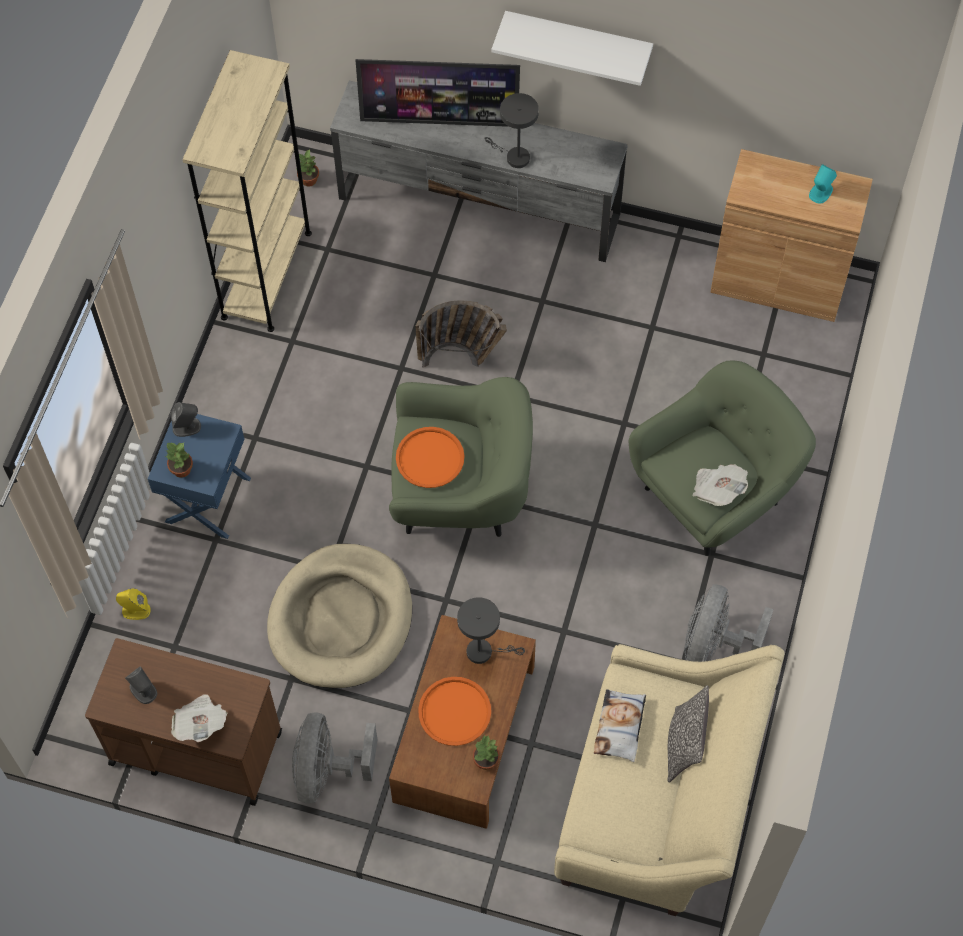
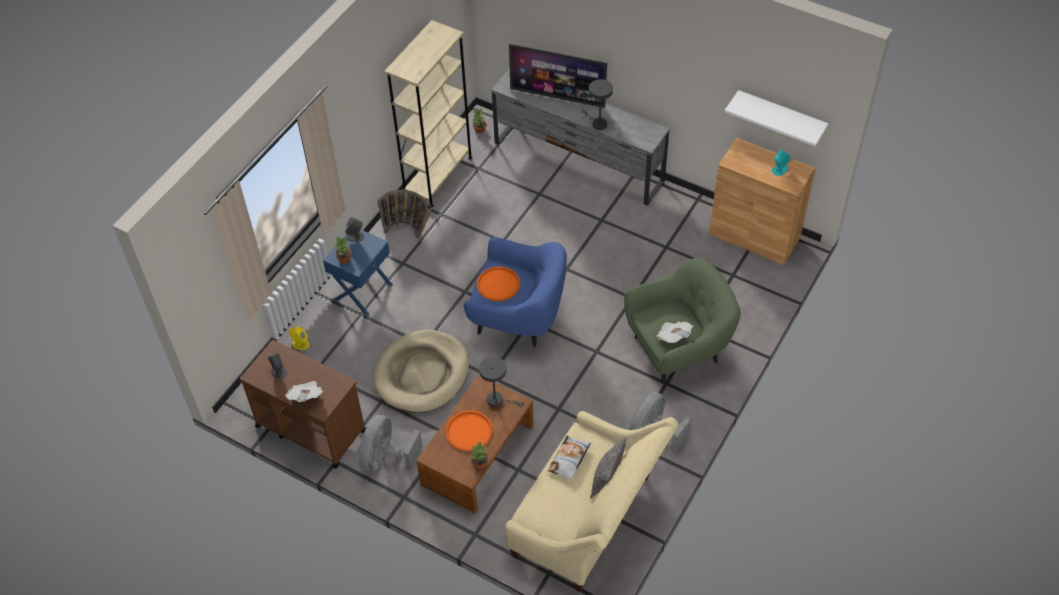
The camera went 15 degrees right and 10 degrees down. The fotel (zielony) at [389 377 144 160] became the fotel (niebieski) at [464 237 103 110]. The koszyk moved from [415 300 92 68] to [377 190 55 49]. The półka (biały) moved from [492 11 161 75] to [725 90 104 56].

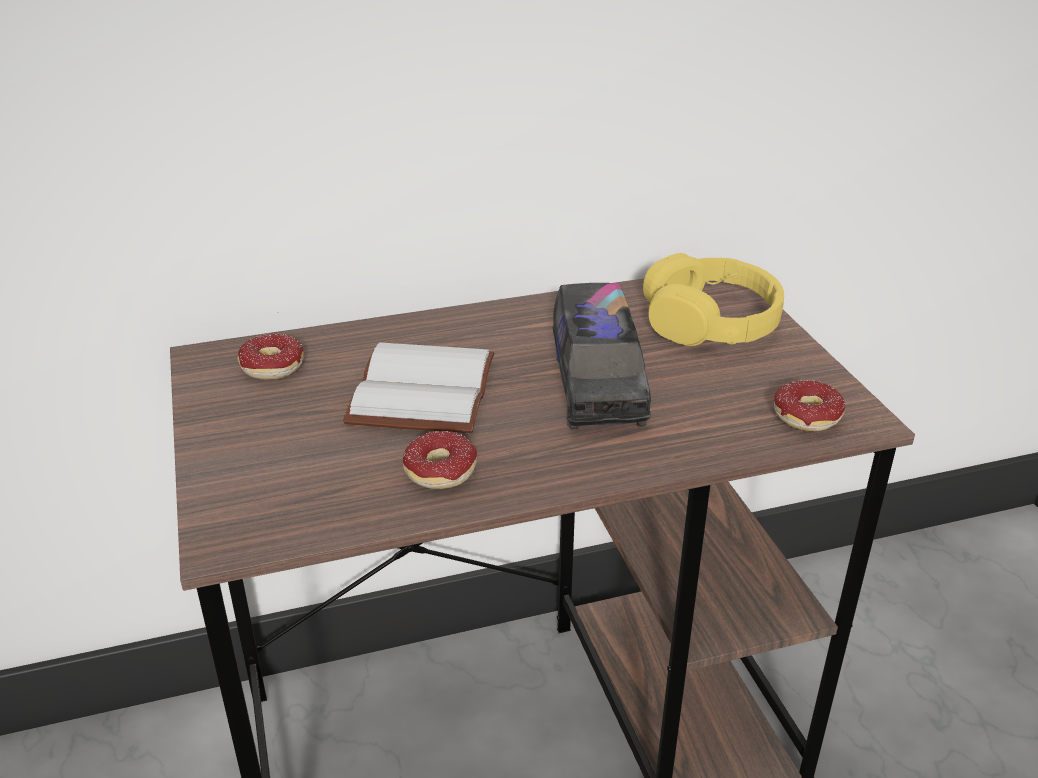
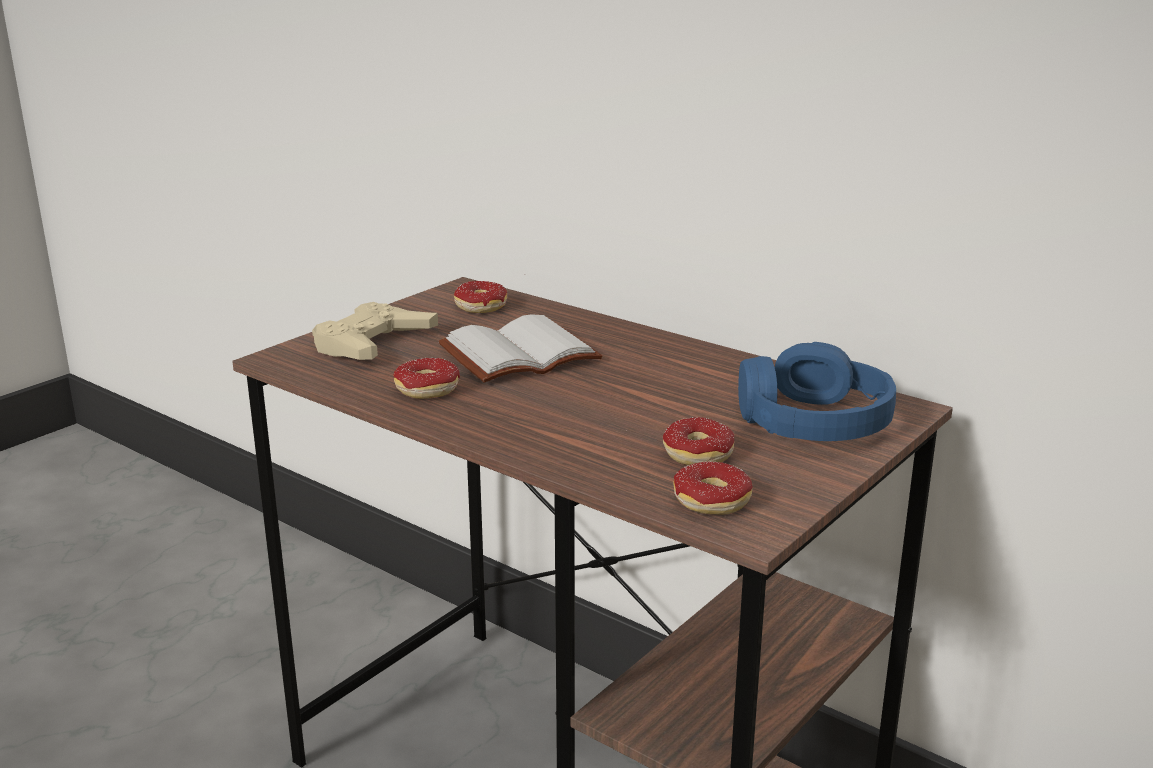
The camera went 55 degrees right and 10 degrees down. The ciężarówka zabawkowa at [552 283 99 146] disappeared. The słuchawki (żółty) at [643 253 141 93] became the słuchawki (niebieski) at [738 342 158 99]. The pad do gier (beżowy) at [312 302 126 58] appeared. The donut at [627 417 107 48] appeared.

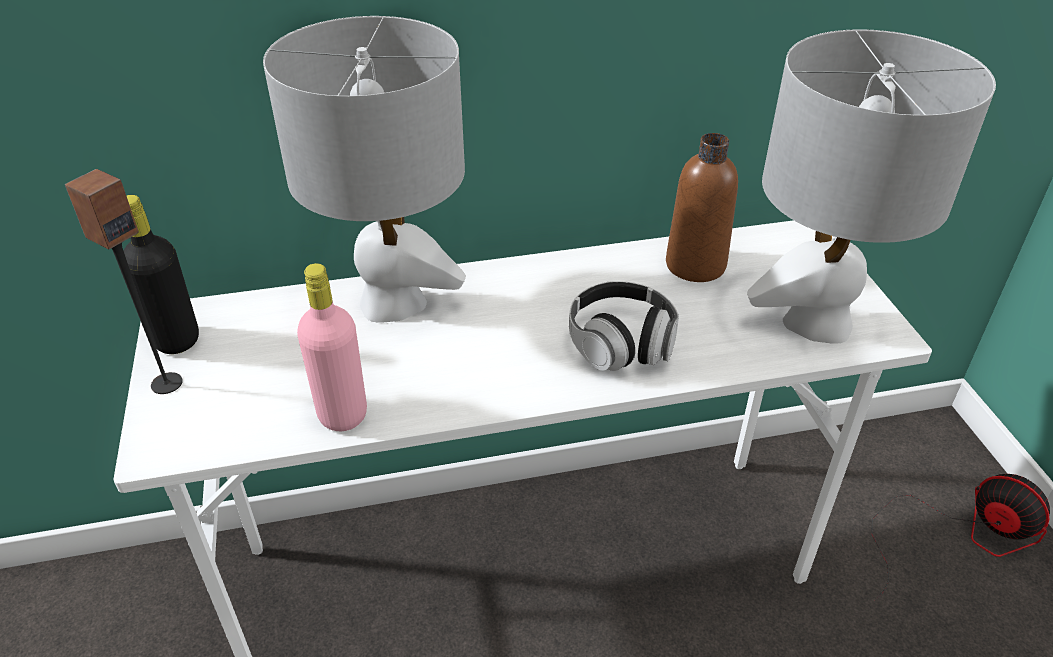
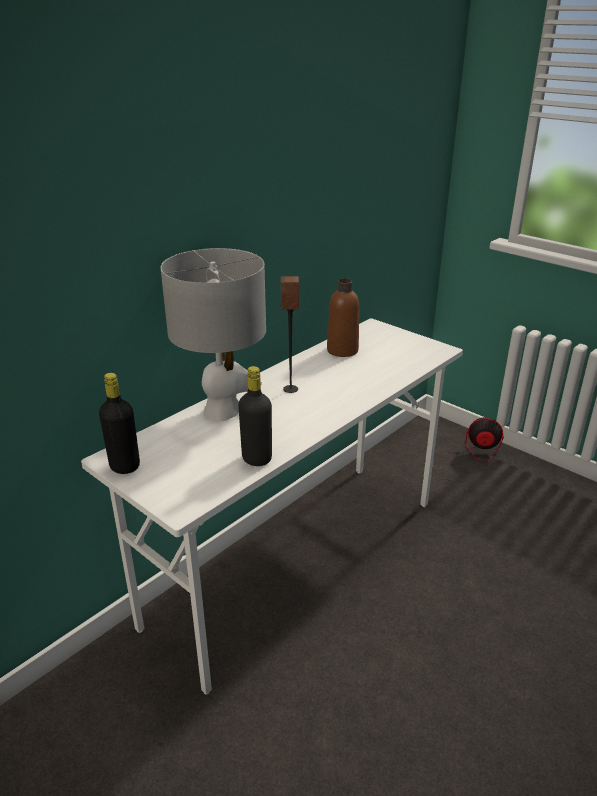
The camera went 35 degrees left and 10 degrees down. The głośnik moved from [65 169 118 225] to [281 276 18 117]. The butelka (różowy) at [297 263 70 168] became the butelka (czarny) at [238 366 34 100]. The słuchawki at [569 281 110 90] disappeared. The lampa stołowa (szary) at [747 29 249 315] disappeared.

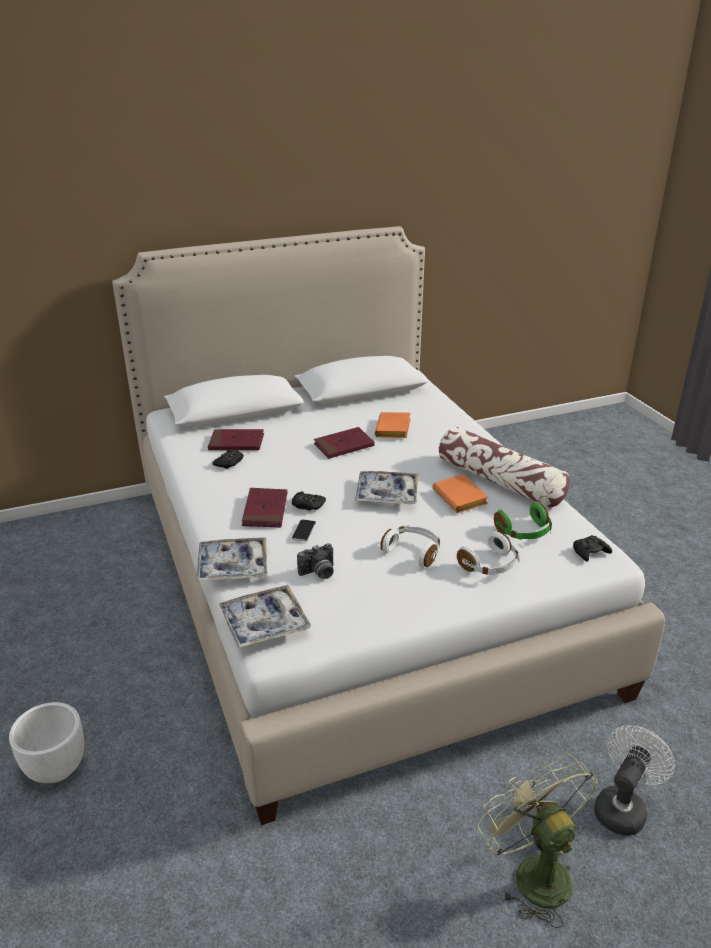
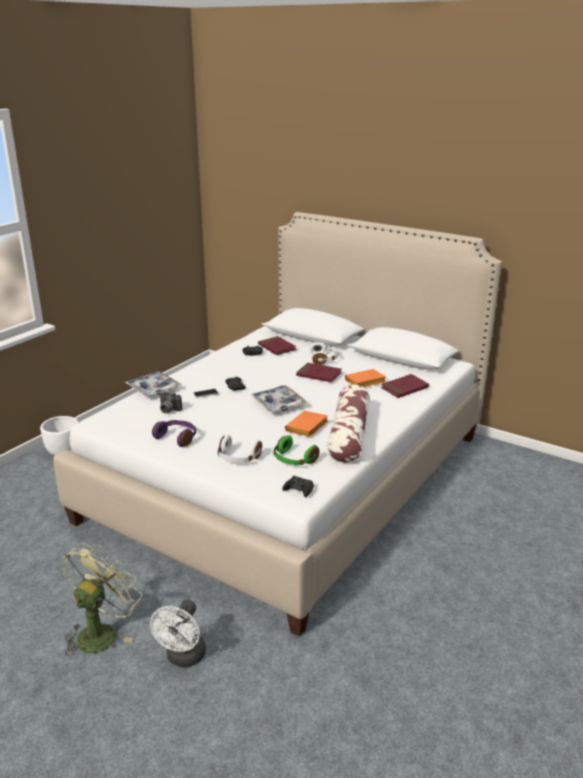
The camera went 55 degrees right and 5 degrees down. The taca at [219 585 92 63] disappeared. The książka (czerwony) moved from [242 488 45 40] to [381 374 48 24]. The słuchawki (biały) moved from [380 525 60 42] to [310 342 28 23]. The wentylator (biały) at [594 725 81 111] turned 105 degrees clockwise. The słuchawki (fioletowy) at [152 420 44 27] appeared.

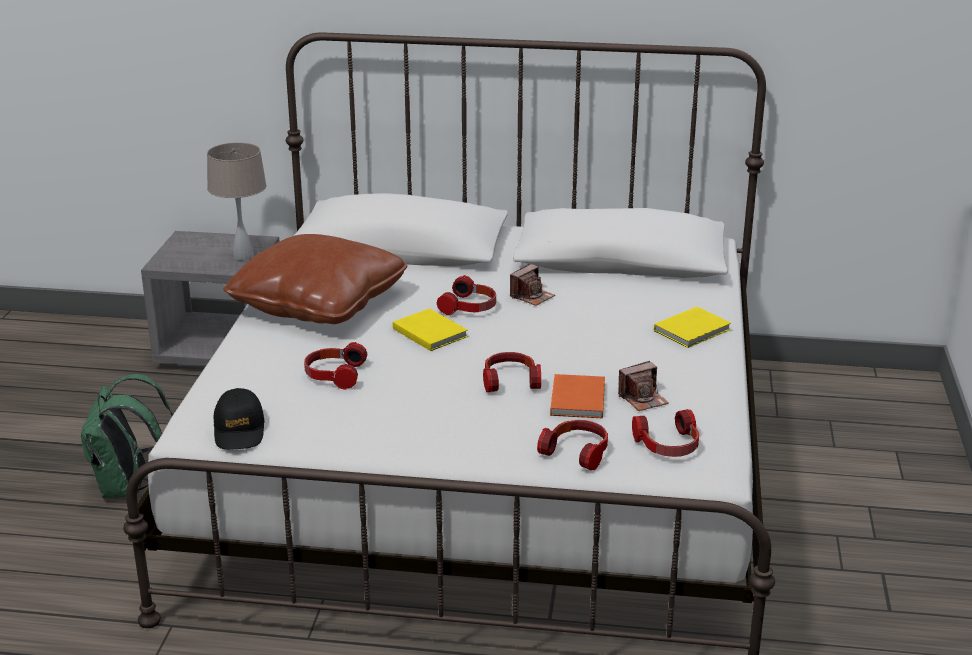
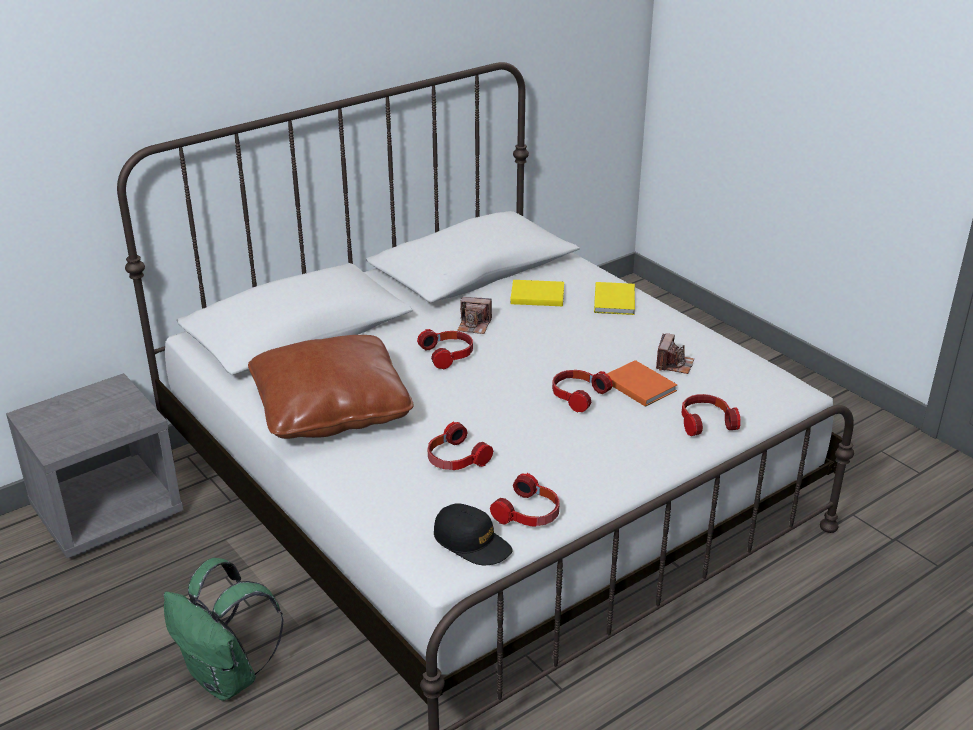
The camera went 45 degrees left and 5 degrees up. The lampa stołowa (beżowy) at [207 142 60 119] disappeared. The książka (żółty) moved from [393 308 75 43] to [510 280 54 26]. The aparat fotograficzny at [510 264 45 42] turned 105 degrees clockwise. The słuchawki moved from [632 409 67 48] to [490 473 70 54].

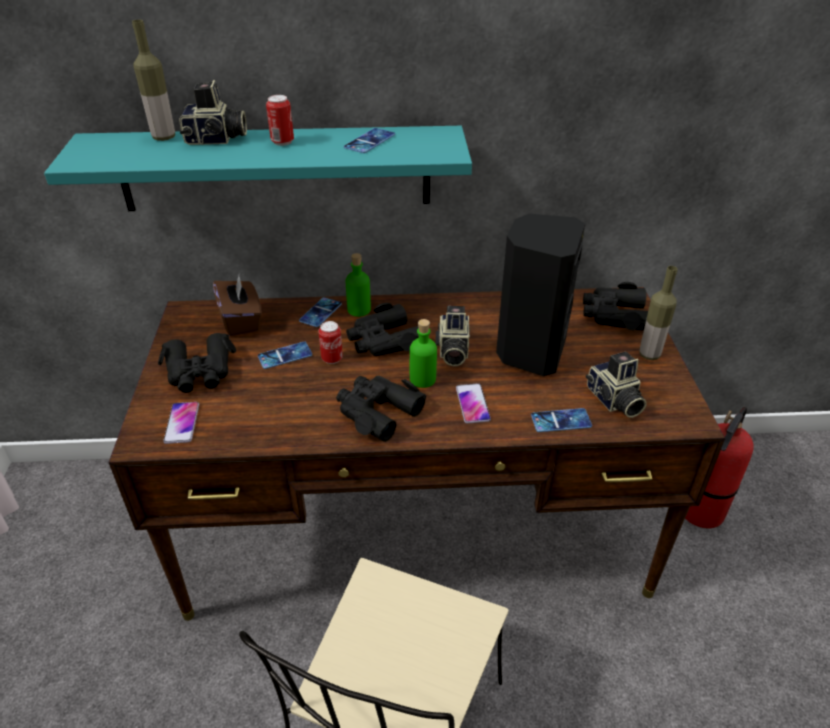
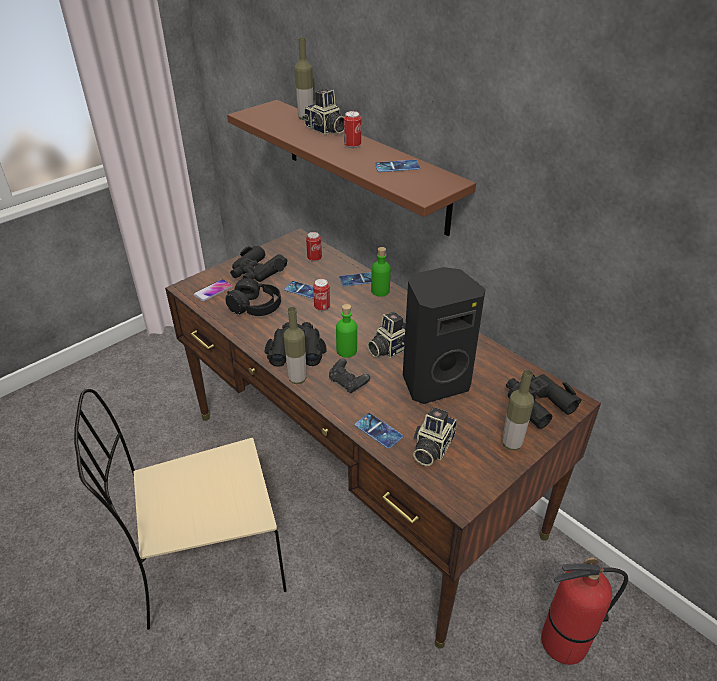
The camera went 50 degrees right and 0 degrees up. The półka (turkusowy) at [44 126 428 85] became the półka (brązowy) at [227 100 249 136]. The pudełko chusteczek (brązowy) at [213 276 49 60] was replaced by the puszka at [306 232 16 30]. The lornetka (czarny) at [346 303 73 53] disappeared. The telefon at [456 383 35 41] was replaced by the pad do gier (czarny) at [329 359 41 35]. The słuchawki (czarny) at [225 278 56 38] appeared. The butelka at [283 307 24 77] appeared.

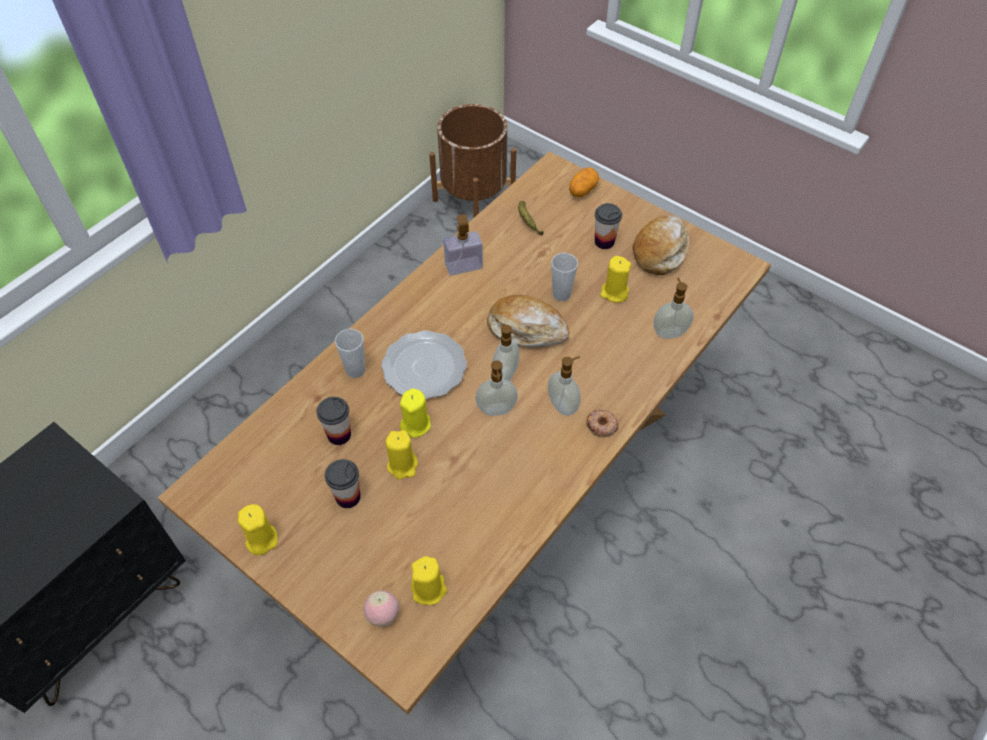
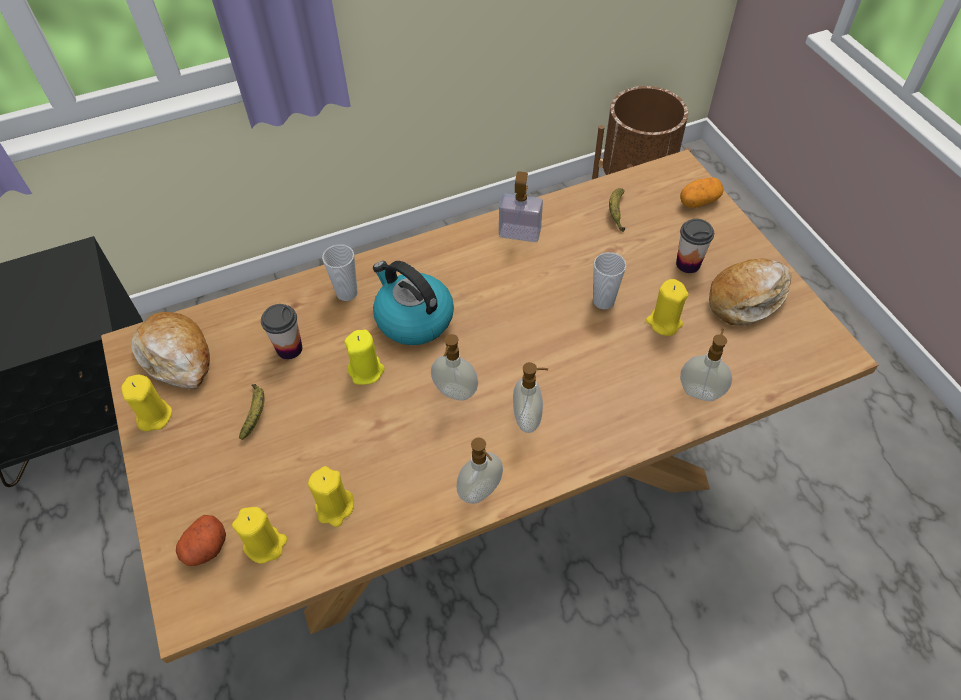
The camera went 30 degrees right and 0 degrees up. The filiżanka at [325 459 35 49] was replaced by the banan at [239 384 25 56]. The jabłko at [363 590 36 37] was replaced by the ziemniak at [176 515 50 51]. The talerz at [381 331 86 68] was replaced by the czajnik at [373 261 81 84]. The świeca (żółty) moved from [386 430 32 49] to [308 466 46 61]. The chleb moved from [487 295 82 52] to [131 312 79 77]. The dozownik mydła moved from [492 325 28 56] to [456 438 47 66]. The donut at [586 409 33 28] disappeared.

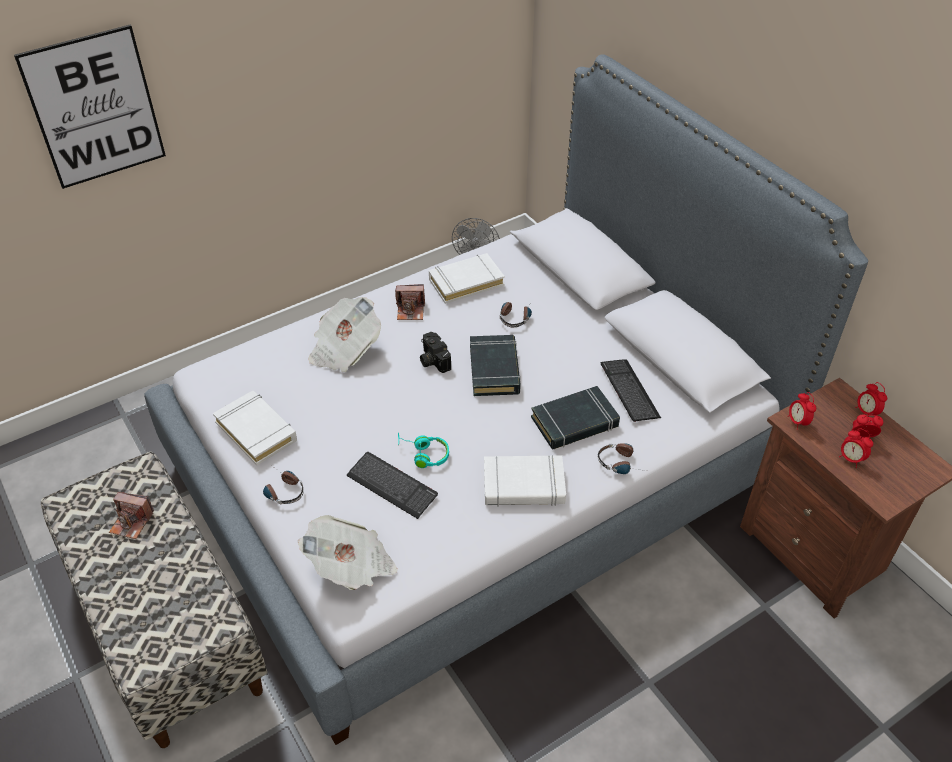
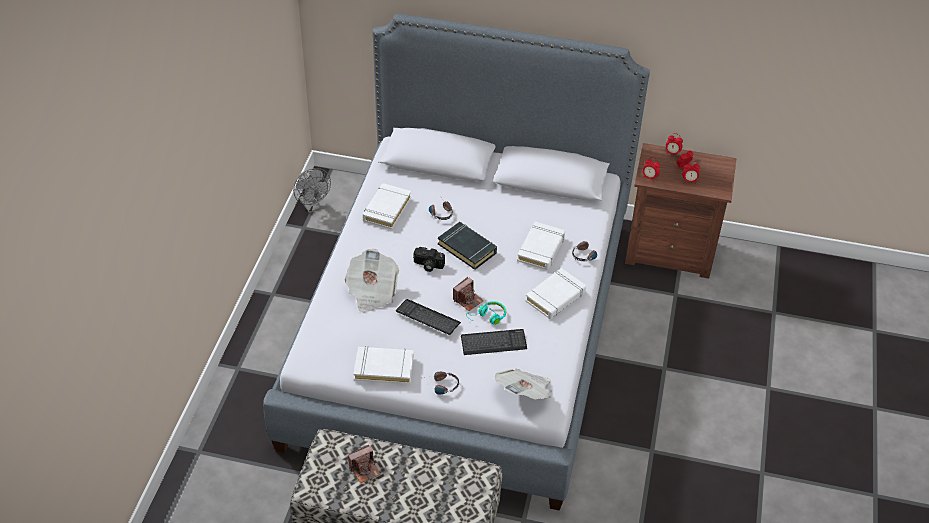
The camera went 45 degrees left and 0 degrees up. The obraz at [14 25 152 164] disappeared. The aparat fotograficzny moved from [395 284 30 36] to [453 277 31 34]. The książka (czarny) at [531 386 89 63] became the książka (biały) at [517 222 48 48]. The klawiatura moved from [601 359 60 63] to [396 299 65 36].

